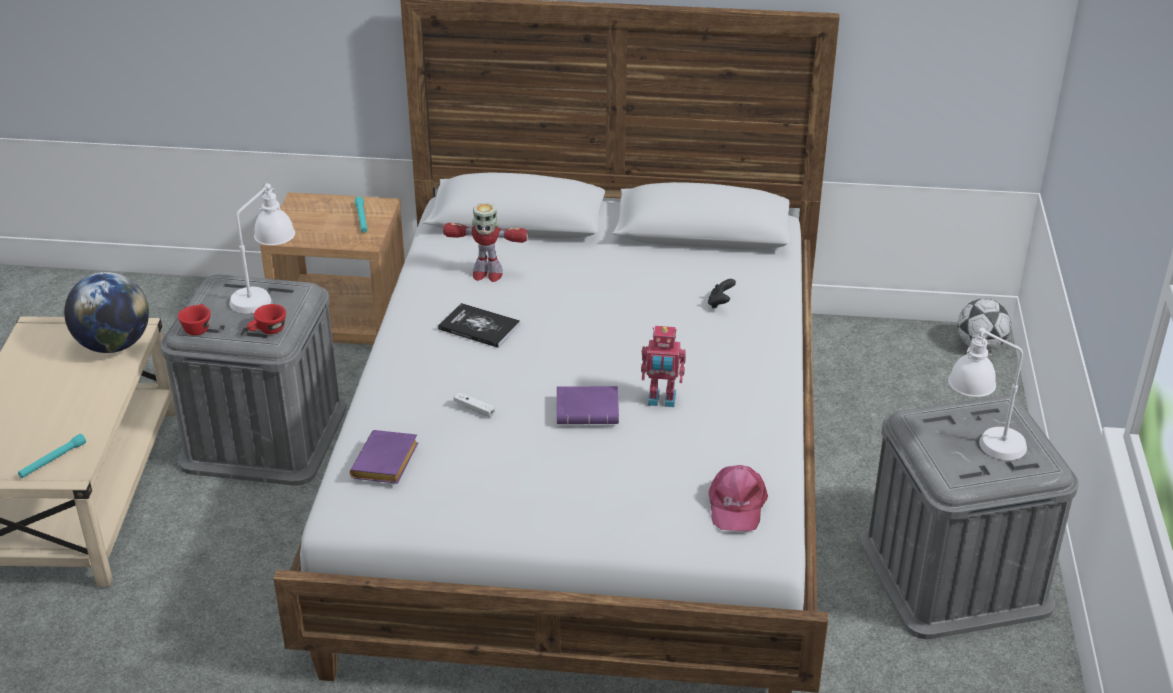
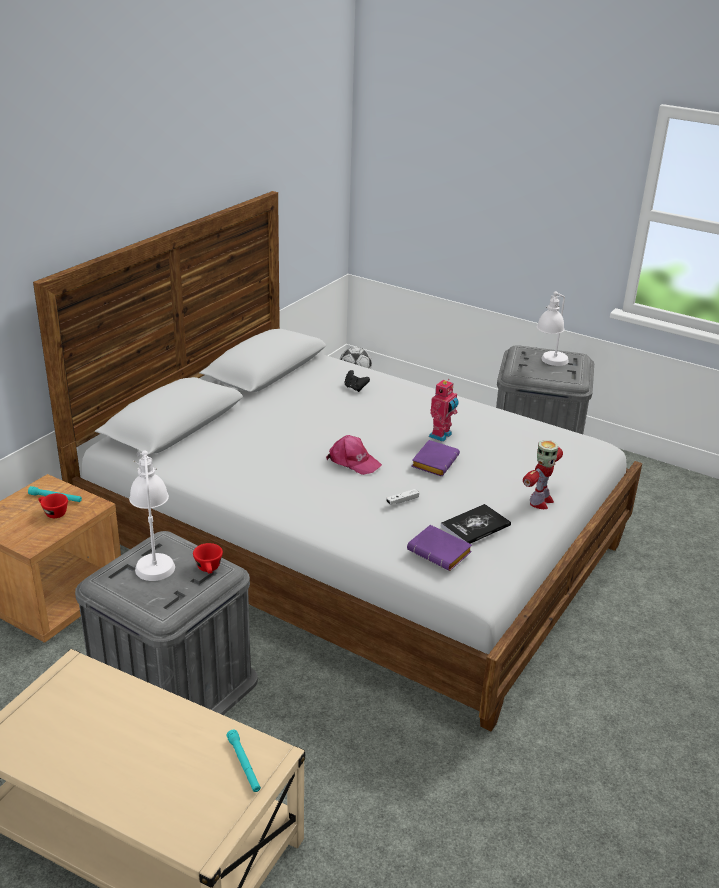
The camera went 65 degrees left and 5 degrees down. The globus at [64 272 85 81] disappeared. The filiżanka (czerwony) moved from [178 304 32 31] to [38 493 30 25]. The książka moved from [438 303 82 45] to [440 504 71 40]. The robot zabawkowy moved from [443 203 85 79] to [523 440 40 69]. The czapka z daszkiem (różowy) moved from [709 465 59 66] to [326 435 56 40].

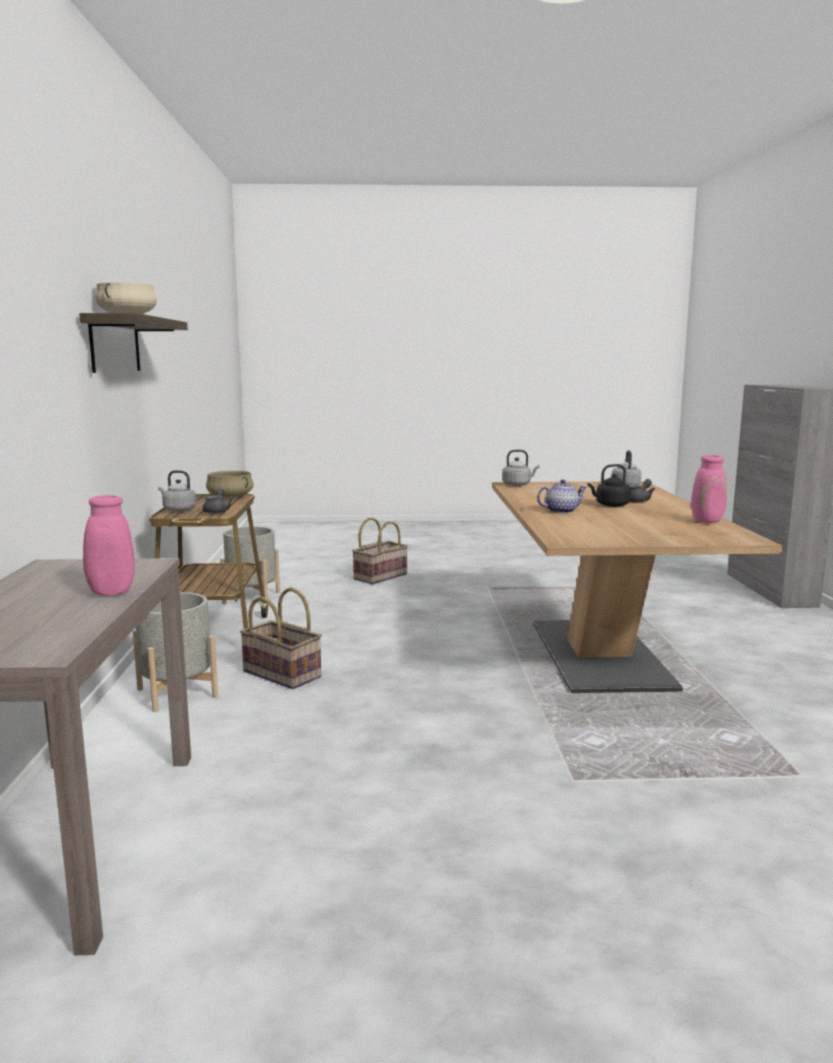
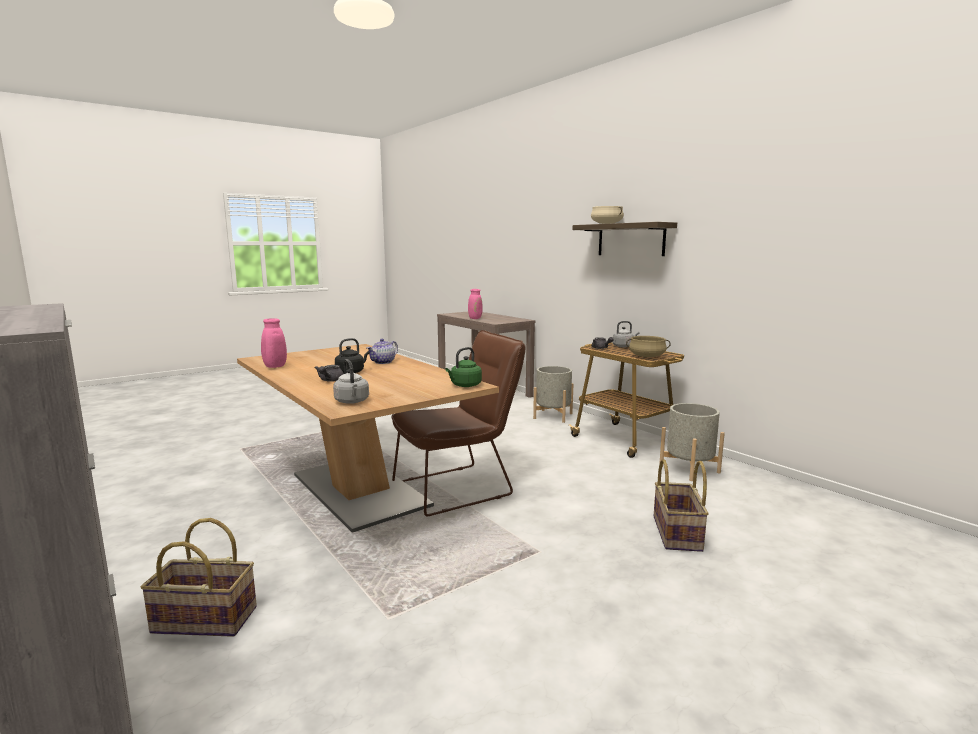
The camera went 145 degrees right and 0 degrees up. The koszyk moved from [240 587 82 102] to [140 518 117 119]. The czajnik (szary) at [502 450 37 36] became the czajnik (zielony) at [445 347 37 40]. The krzesło (brązowy) at [391 330 135 187] appeared.

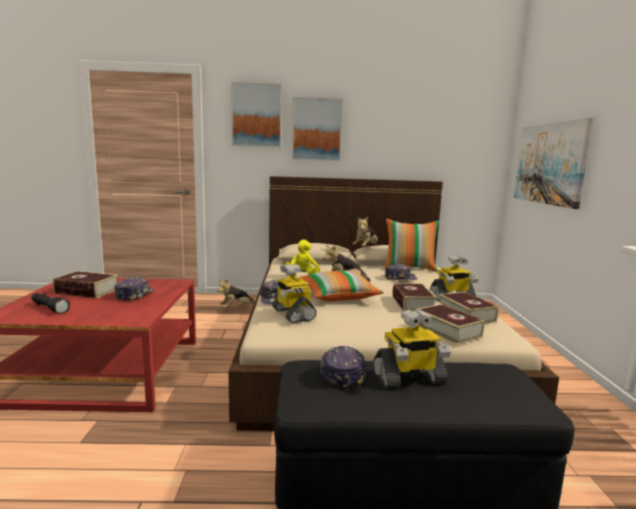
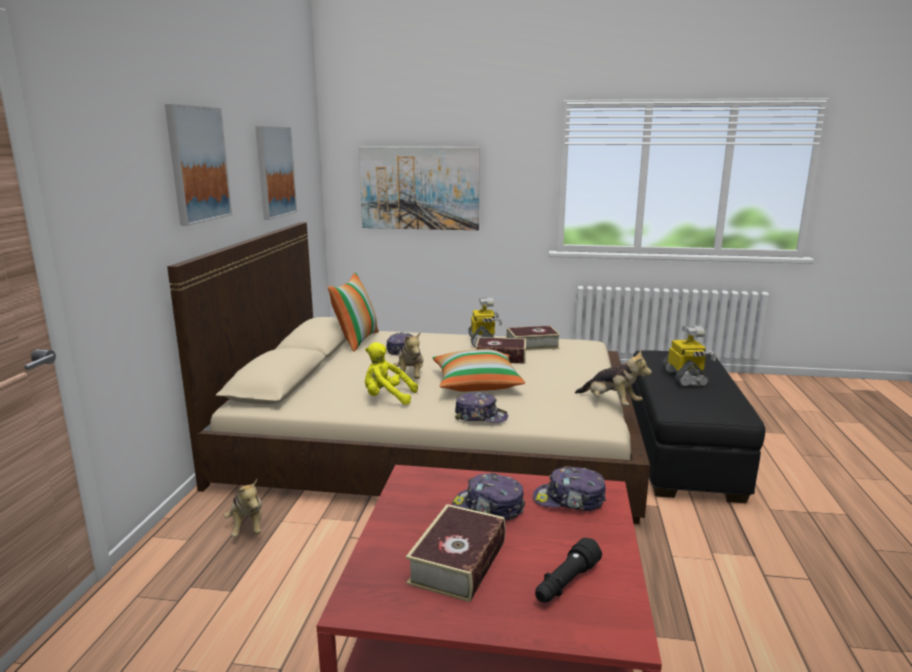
The camera went 80 degrees left and 5 degrees up. The obraz moved from [231 82 51 65] to [255 126 42 94]. The robot zabawkowy at [268 264 49 59] disappeared. The czapka z daszkiem moved from [320 346 46 41] to [533 466 73 45]. The pluszak moved from [352 217 26 30] to [575 350 77 56]. The książka at [418 304 66 41] disappeared.

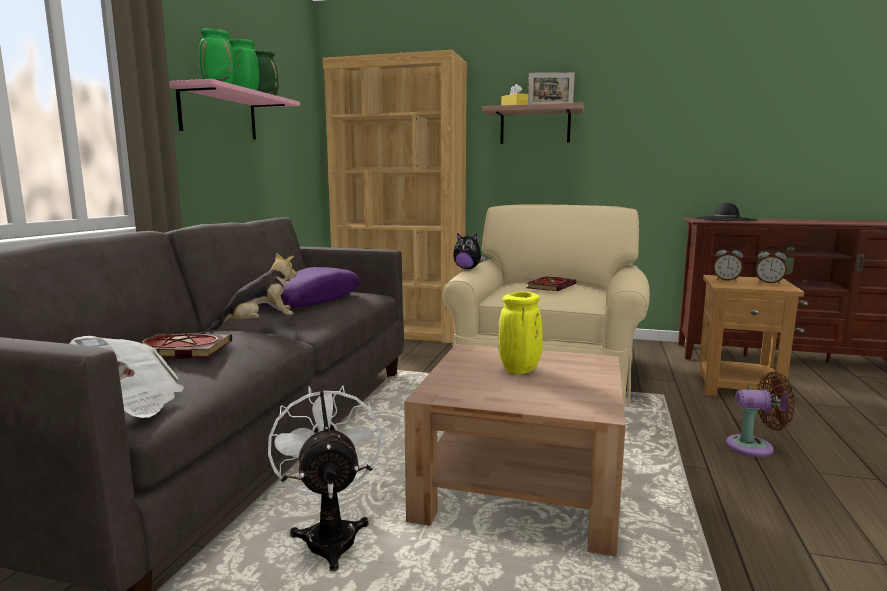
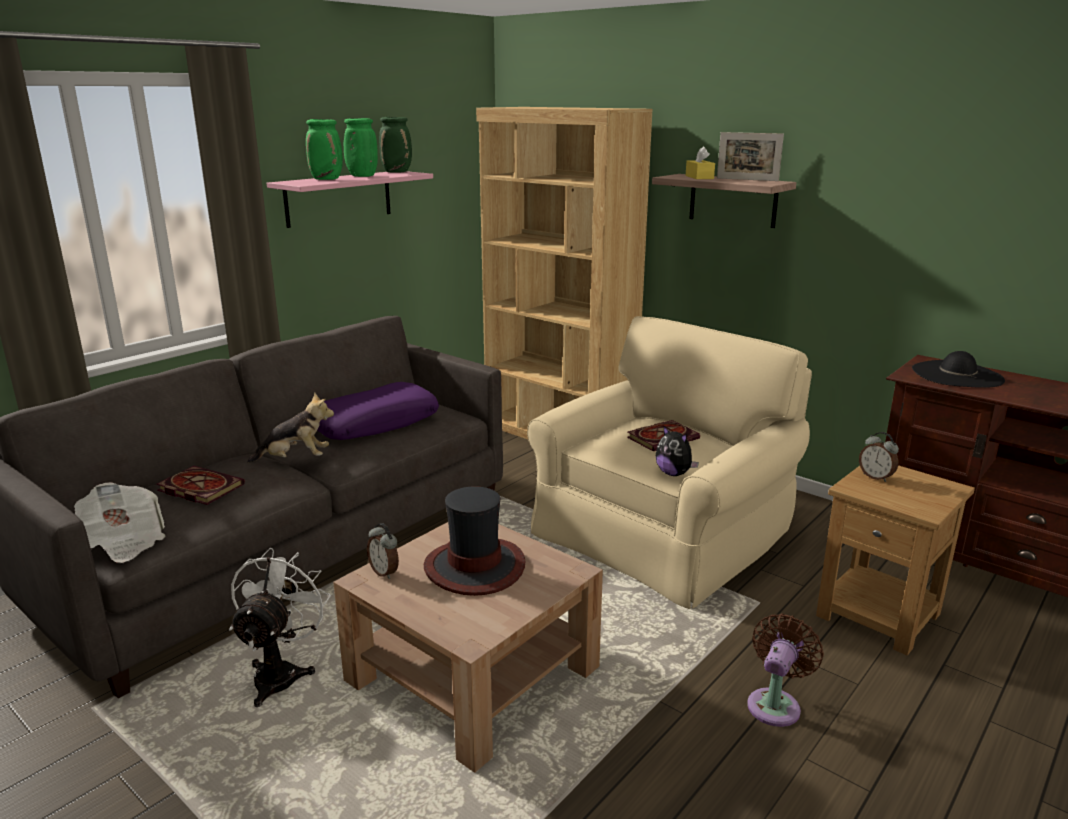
The camera went 25 degrees right and 10 degrees up. The pluszak moved from [453 233 33 36] to [656 426 43 50]. The wazon (żółty) at [498 292 45 82] was replaced by the kapelusz at [424 486 101 110]. The wentylator (brązowy) at [726 372 69 85] turned 90 degrees counterclockwise. The budzik moved from [755 247 32 37] to [367 523 32 56].

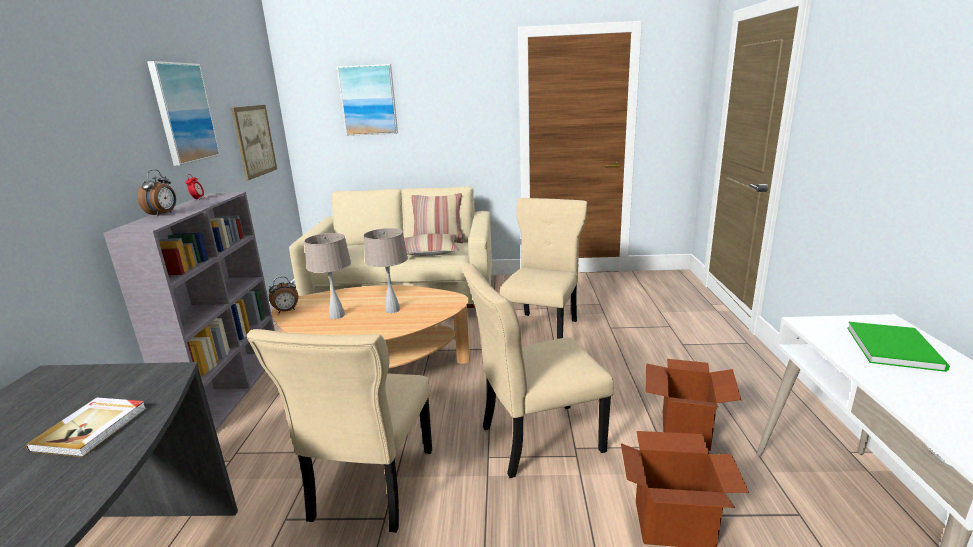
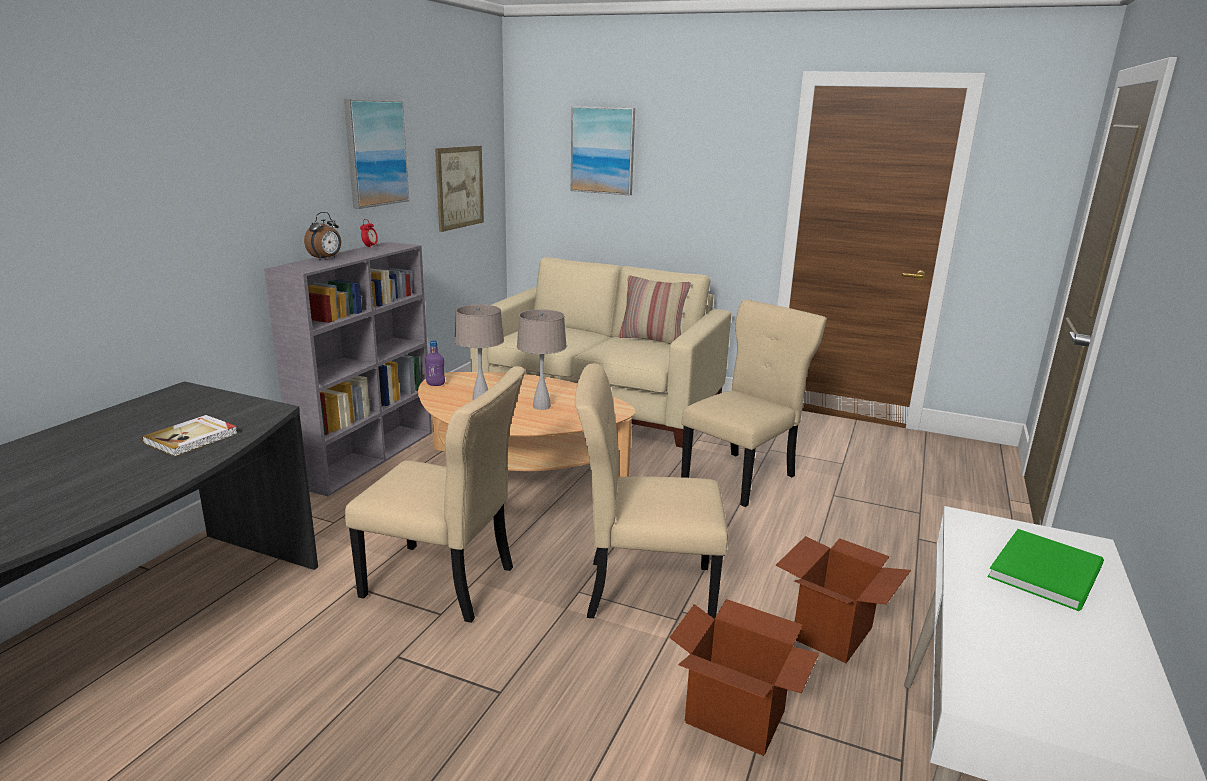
The camera went 20 degrees right and 0 degrees up. The krzesło (beżowy) at [247 329 185 204] turned 105 degrees counterclockwise. The budzik at [269 277 29 36] was replaced by the butelka (fioletowy) at [425 340 20 46]. The poduszka at [404 233 55 23] disappeared.

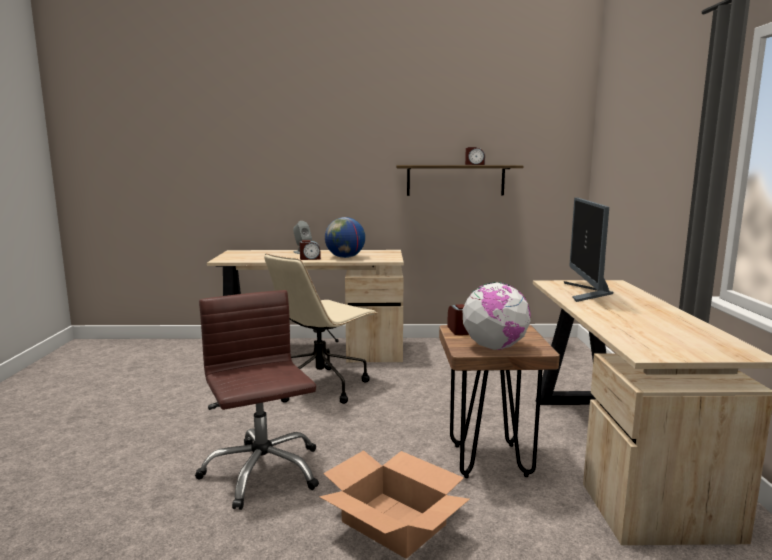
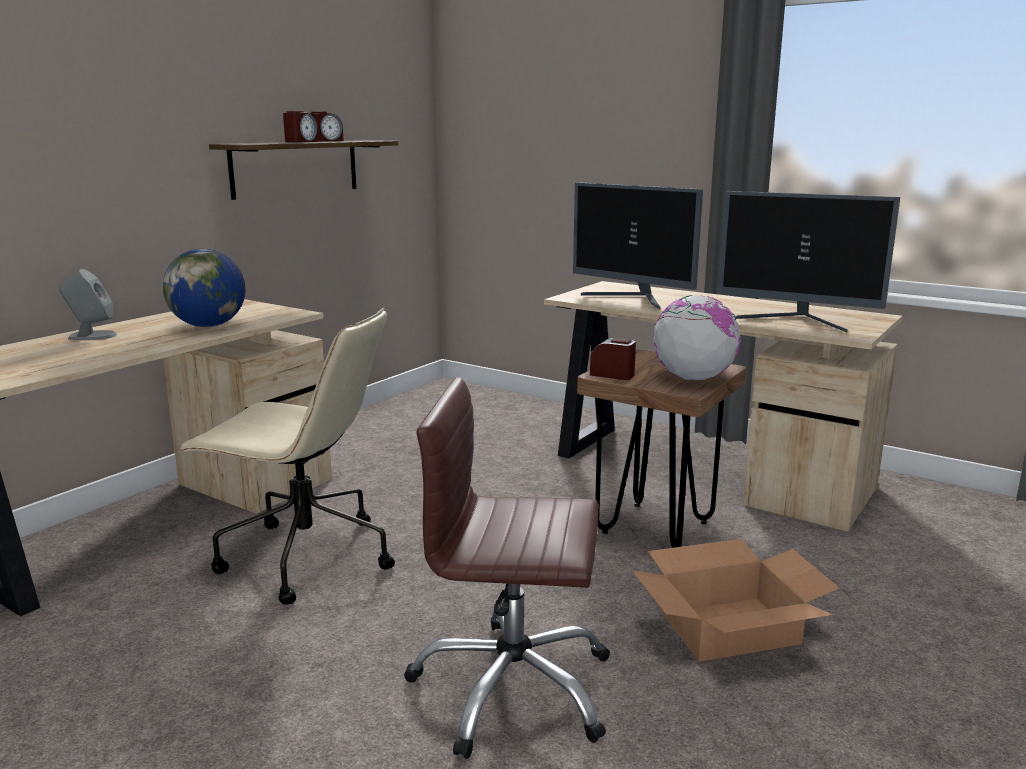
The camera went 55 degrees left and 5 degrees up. The krzesło biurowe (beżowy) at [264 254 113 150] turned 60 degrees counterclockwise. The budzik moved from [300 240 21 20] to [283 111 35 31]. The monitor at [718 191 182 141] appeared.

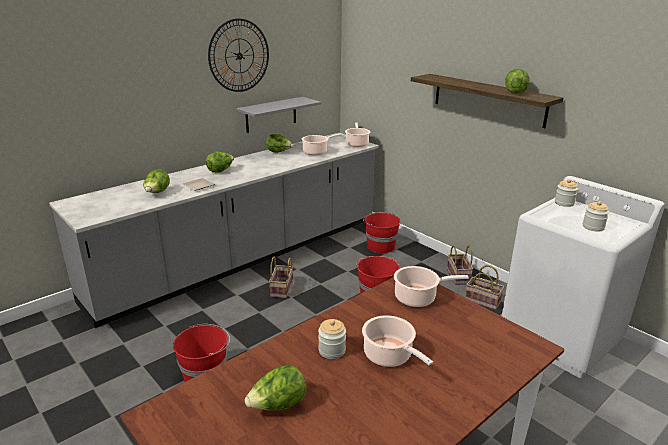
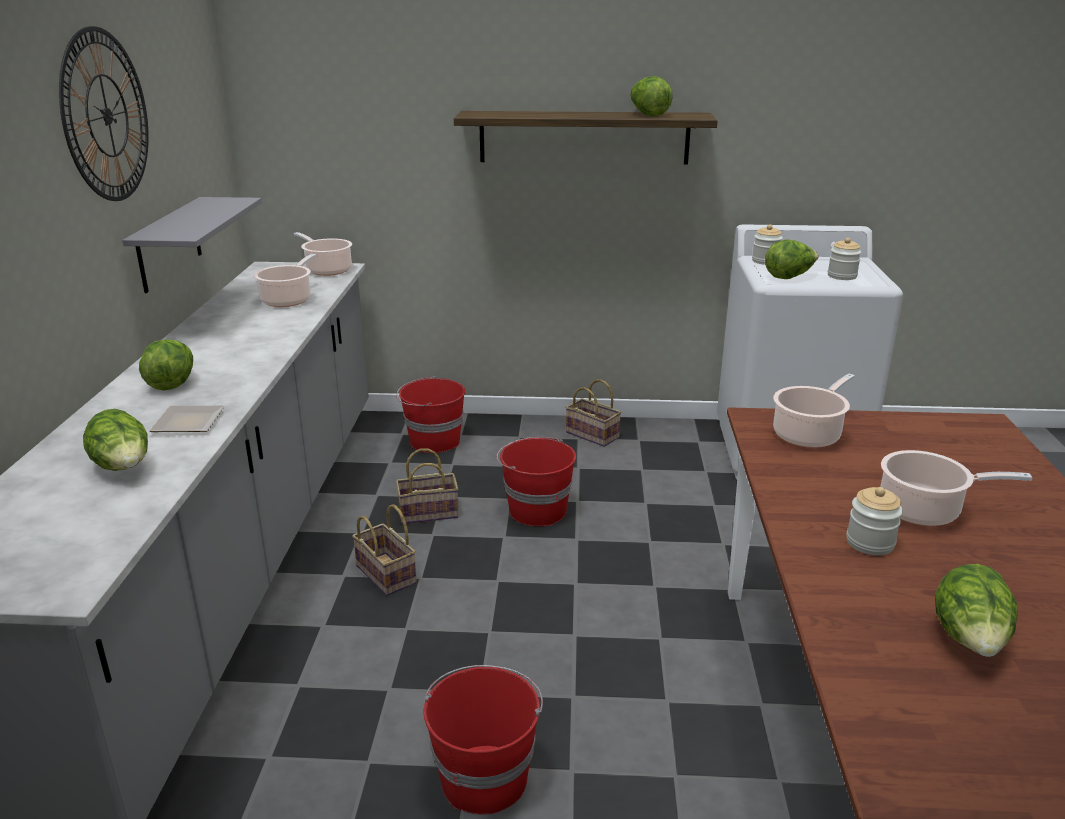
The camera went 45 degrees left and 0 degrees up. The sałata moved from [266 134 27 19] to [765 240 54 39]. The koszyk moved from [465 265 39 45] to [396 448 63 76].

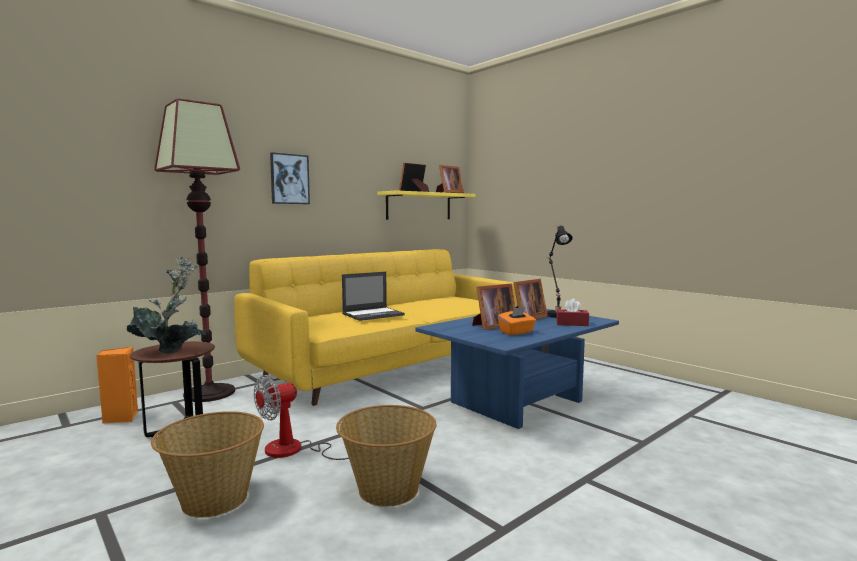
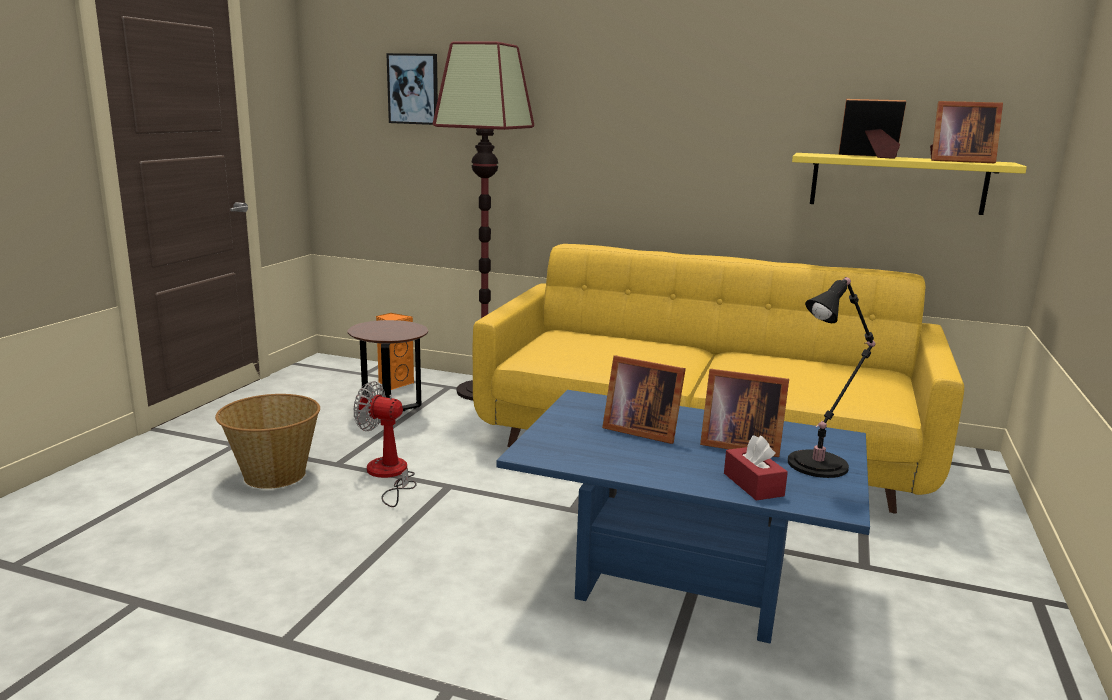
The camera went 60 degrees right and 10 degrees up. The roślina doniczkowa at [127 257 79 97] disappeared. The obraz moved from [270 152 40 52] to [386 53 52 72]. The koszyk at [336 405 100 102] disappeared. The laptop at [342 272 63 49] disappeared. The pudełko chusteczek (pomarańczowy) at [498 307 38 28] disappeared.

